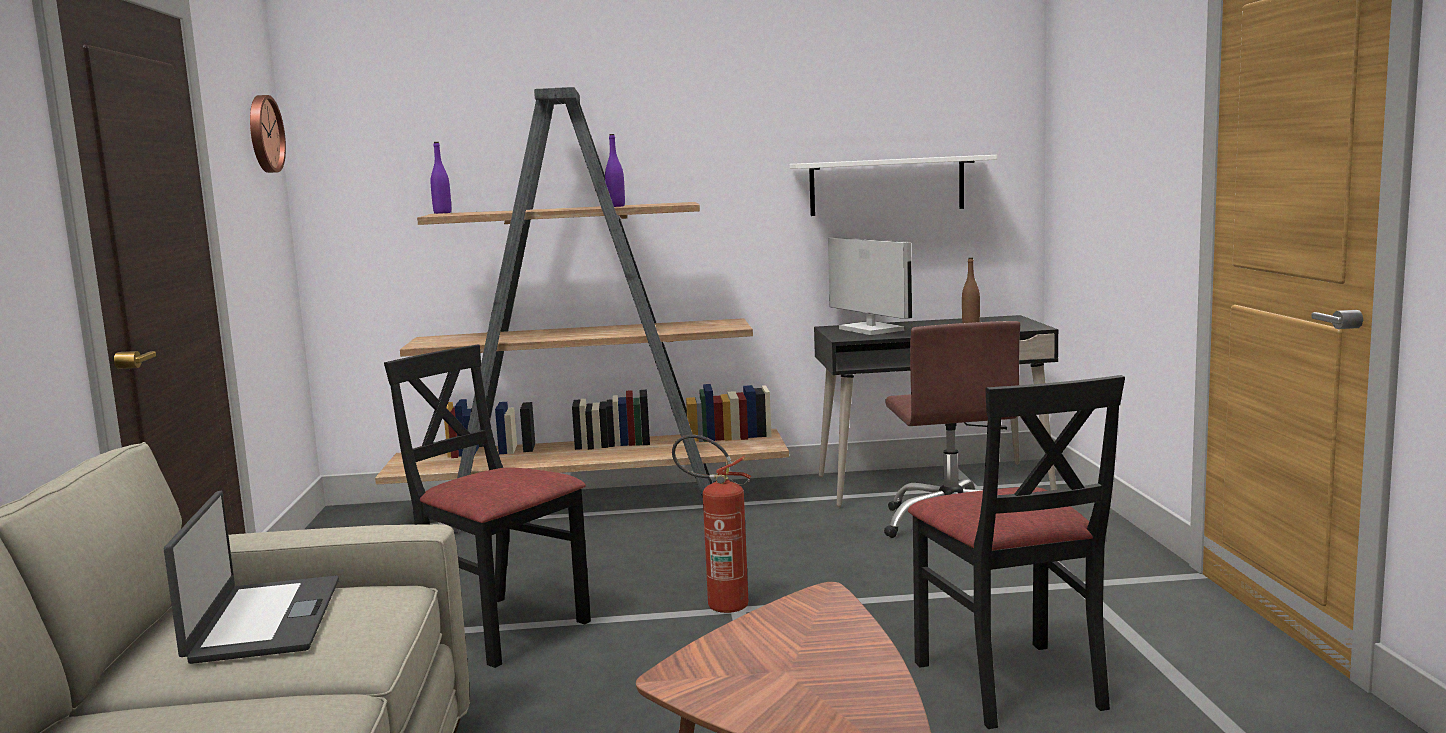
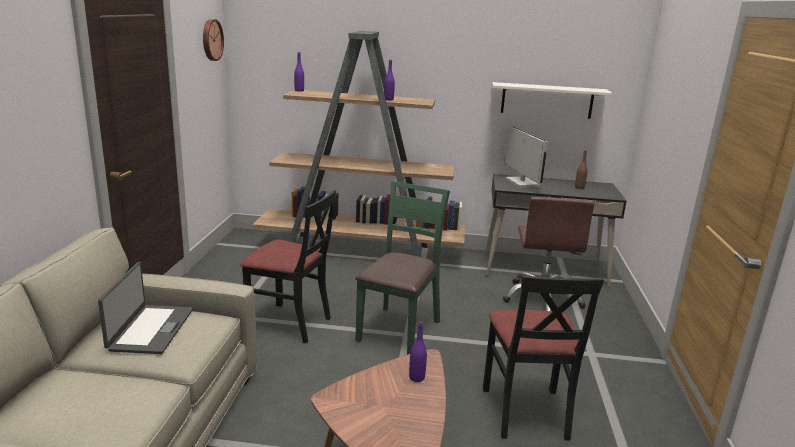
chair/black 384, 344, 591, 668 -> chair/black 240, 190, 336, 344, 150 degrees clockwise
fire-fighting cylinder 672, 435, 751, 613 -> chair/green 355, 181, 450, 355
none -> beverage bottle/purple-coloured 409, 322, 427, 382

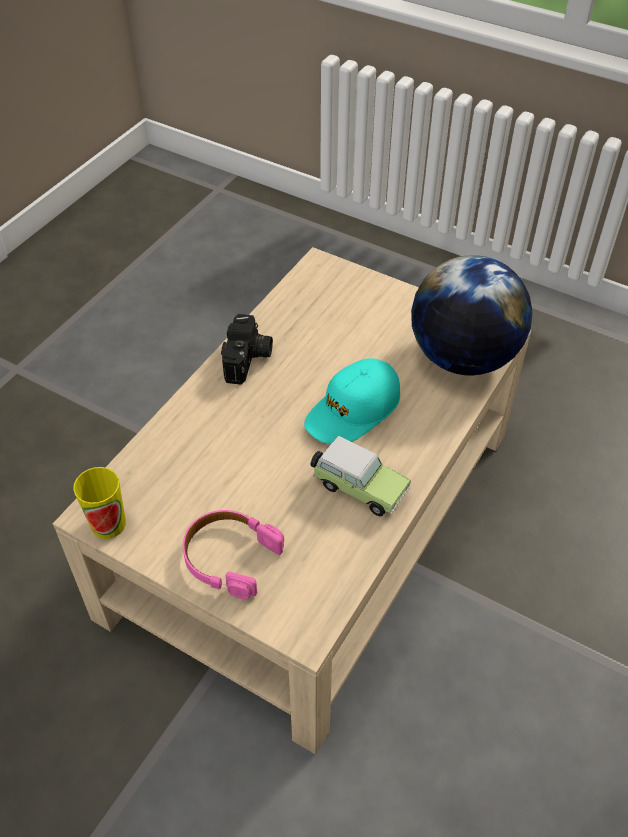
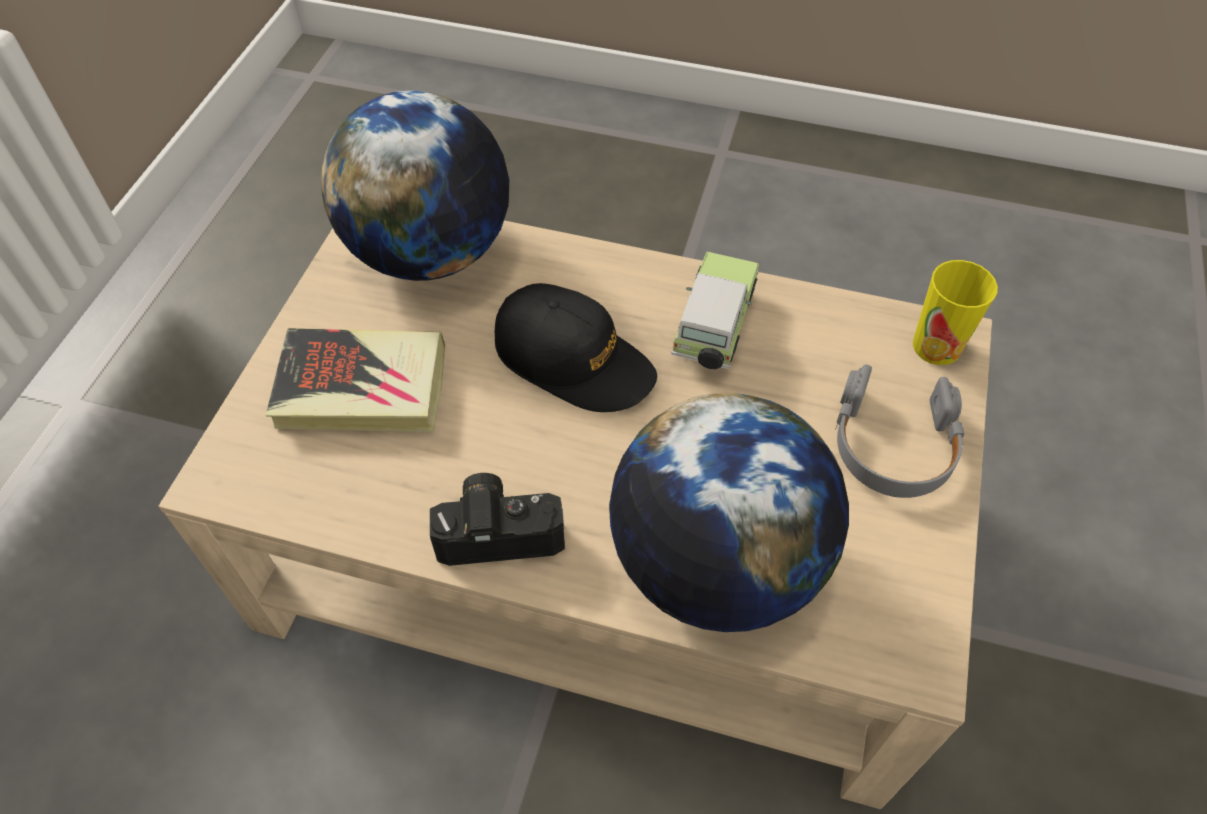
none -> book 266, 328, 446, 432
cap/turquoise 304, 358, 400, 444 -> cap/black 495, 283, 657, 412
none -> world globe 609, 393, 849, 632
pair of headphones/pink 183, 510, 284, 599 -> pair of headphones/greyish 835, 364, 964, 498
cup 73, 467, 126, 539 -> cup 913, 260, 998, 365, move

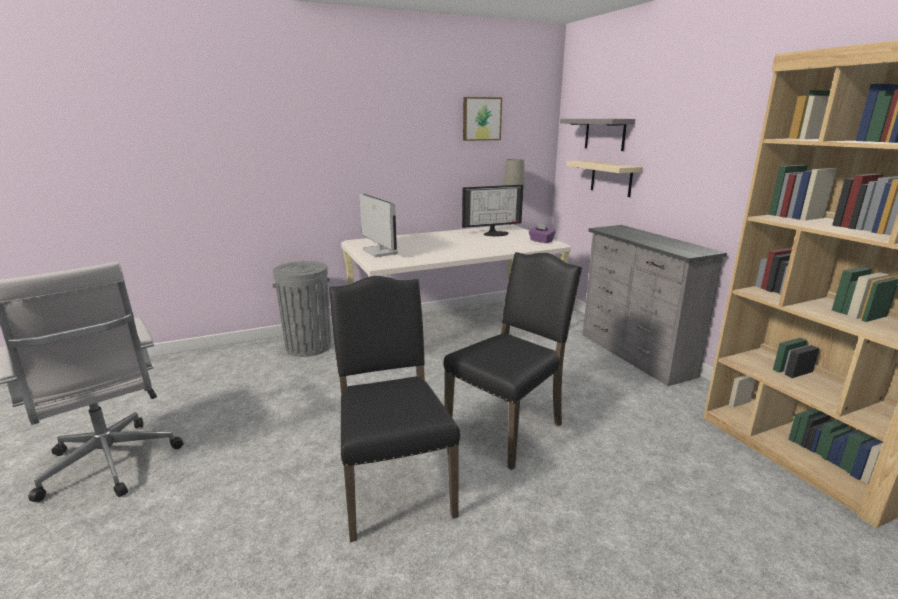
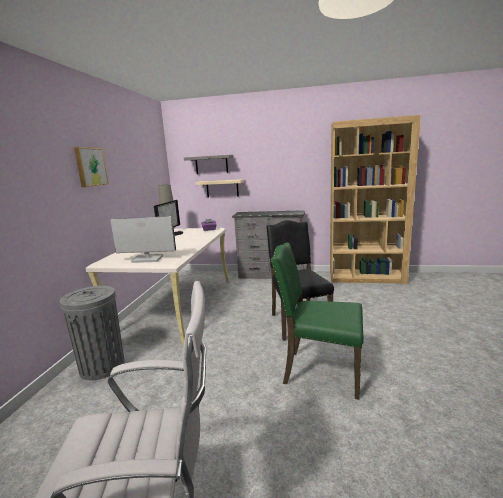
picture 463, 97, 502, 141 -> picture 74, 147, 109, 187, move
chair/black 329, 276, 460, 542 -> chair/green 270, 243, 364, 400

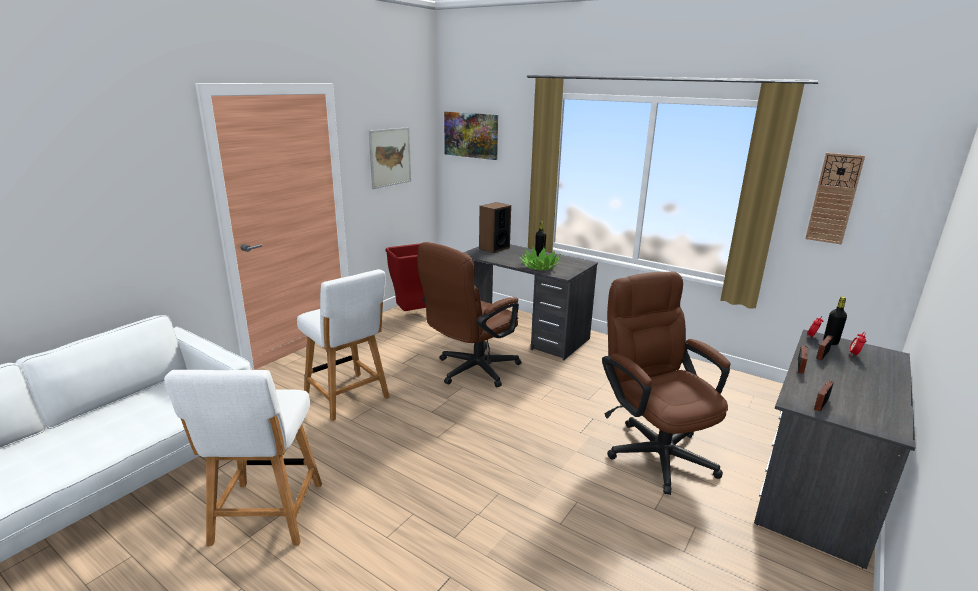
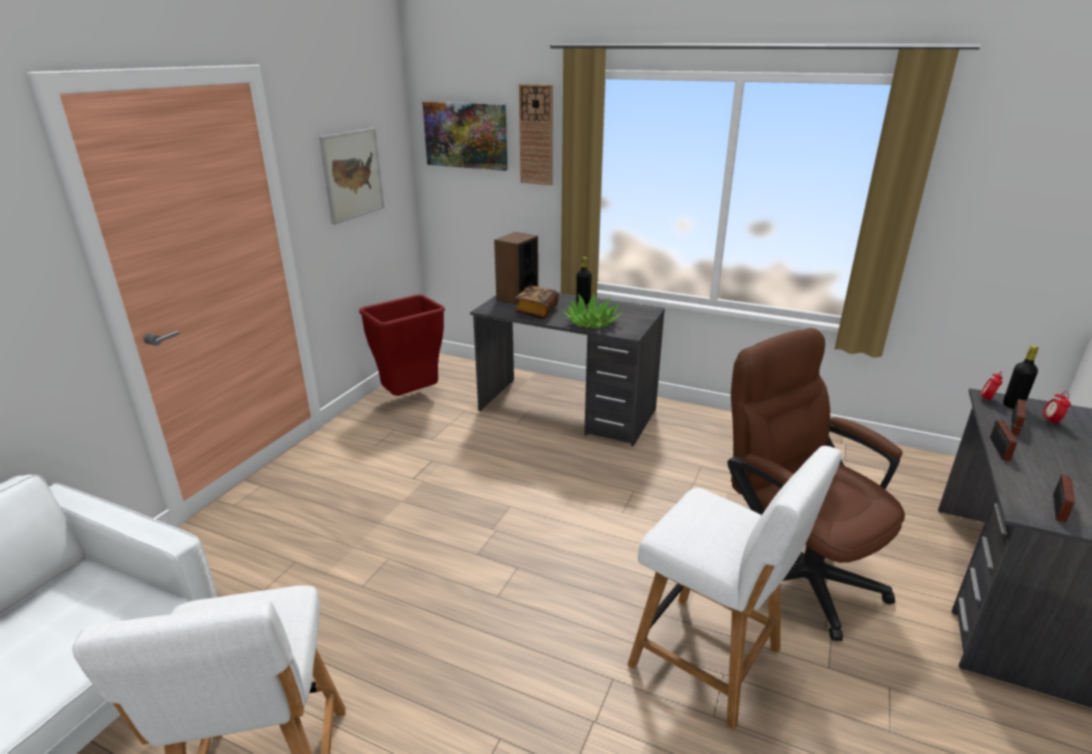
none -> book 514, 286, 559, 319
clock on the wall 805, 153, 865, 244 -> clock on the wall 519, 84, 553, 185, move
chair/whitish 297, 269, 390, 421 -> chair/whitish 628, 446, 842, 730, move
computer chair/brown-coloured 417, 242, 522, 387 -> none

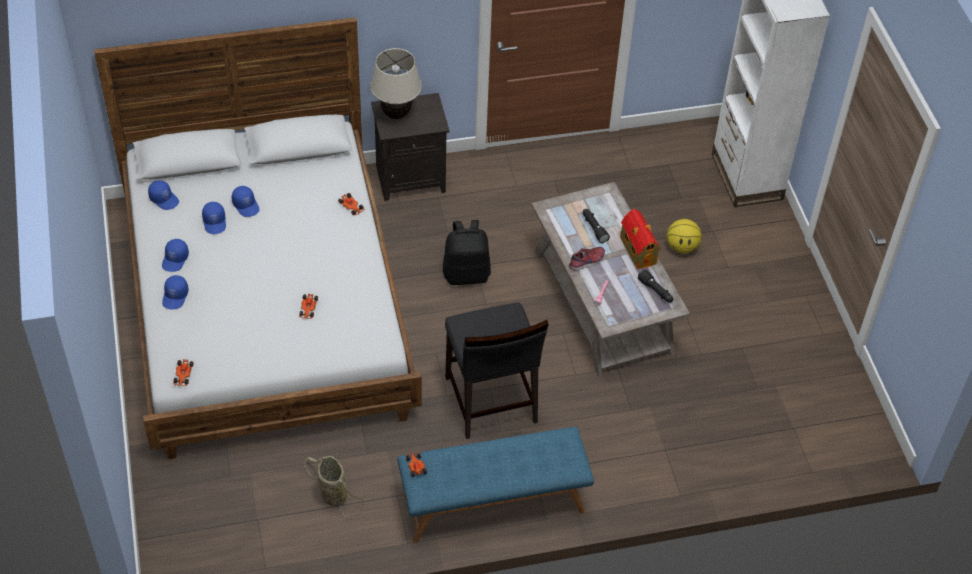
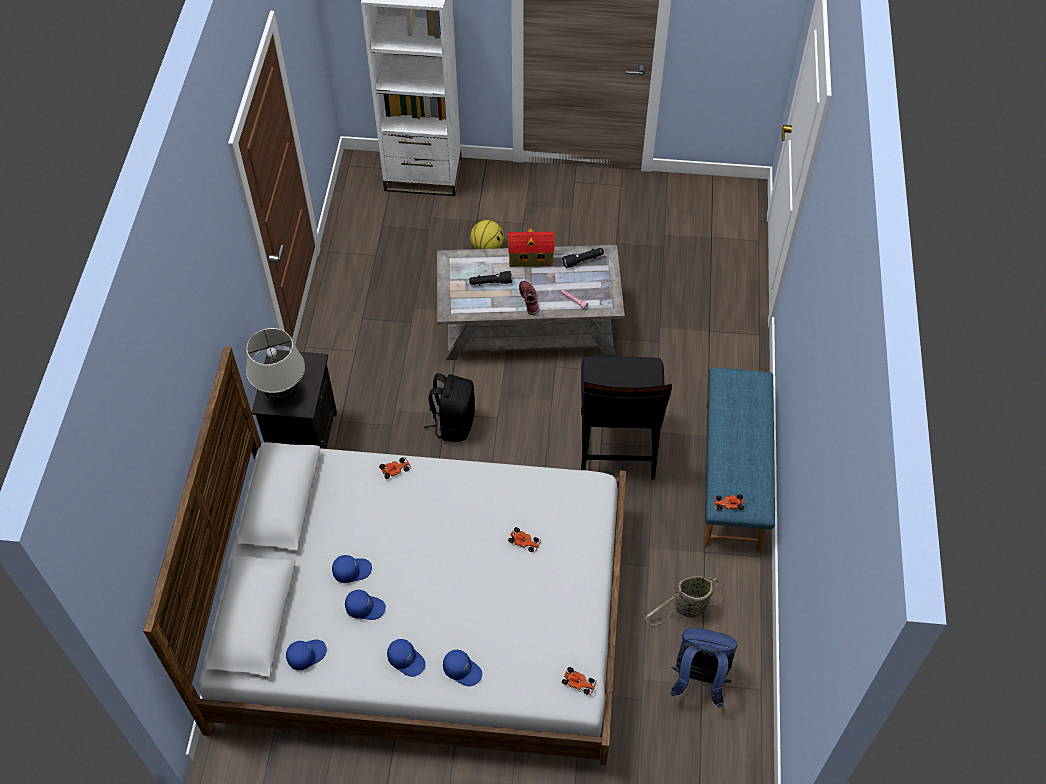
chair/black 445, 302, 549, 439 -> chair/black 581, 356, 672, 480, 90 degrees clockwise
none -> backpack/bluish 670, 627, 737, 708

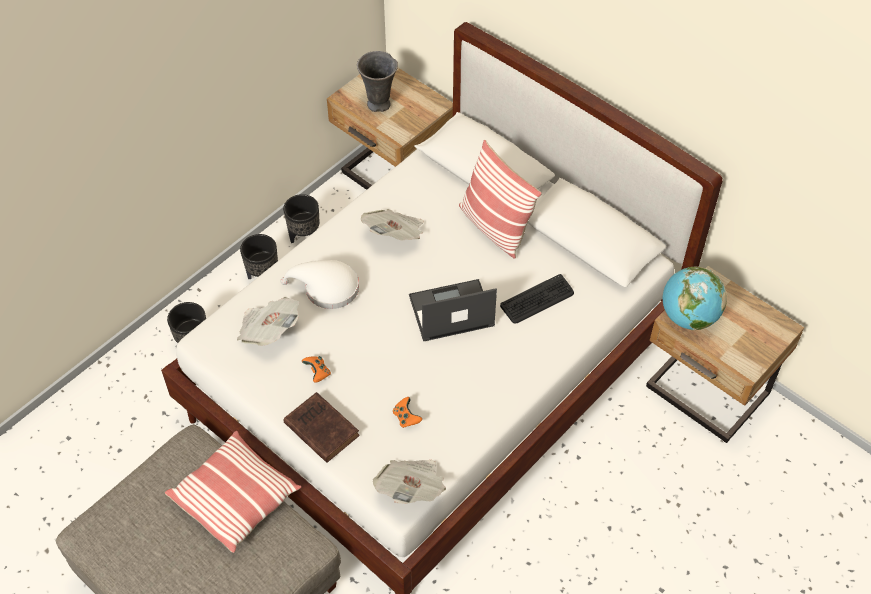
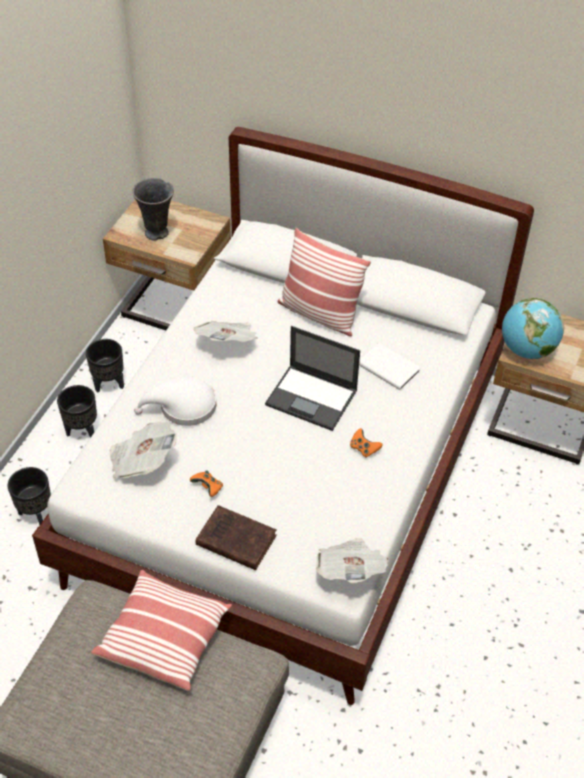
laptop 409, 279, 497, 341 -> laptop 265, 326, 360, 431, 120 degrees counterclockwise
game controller/orange 393, 397, 422, 428 -> game controller/orange 350, 428, 383, 458, move
computer keyboard 500, 274, 574, 323 -> book/whitish 359, 343, 421, 391

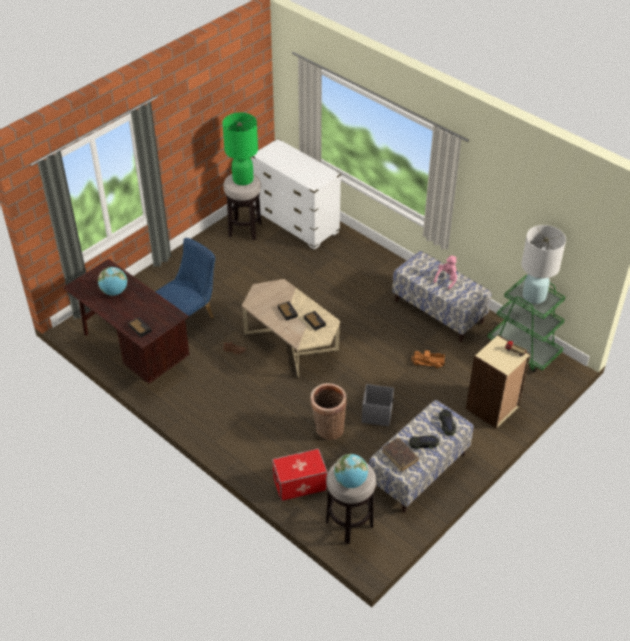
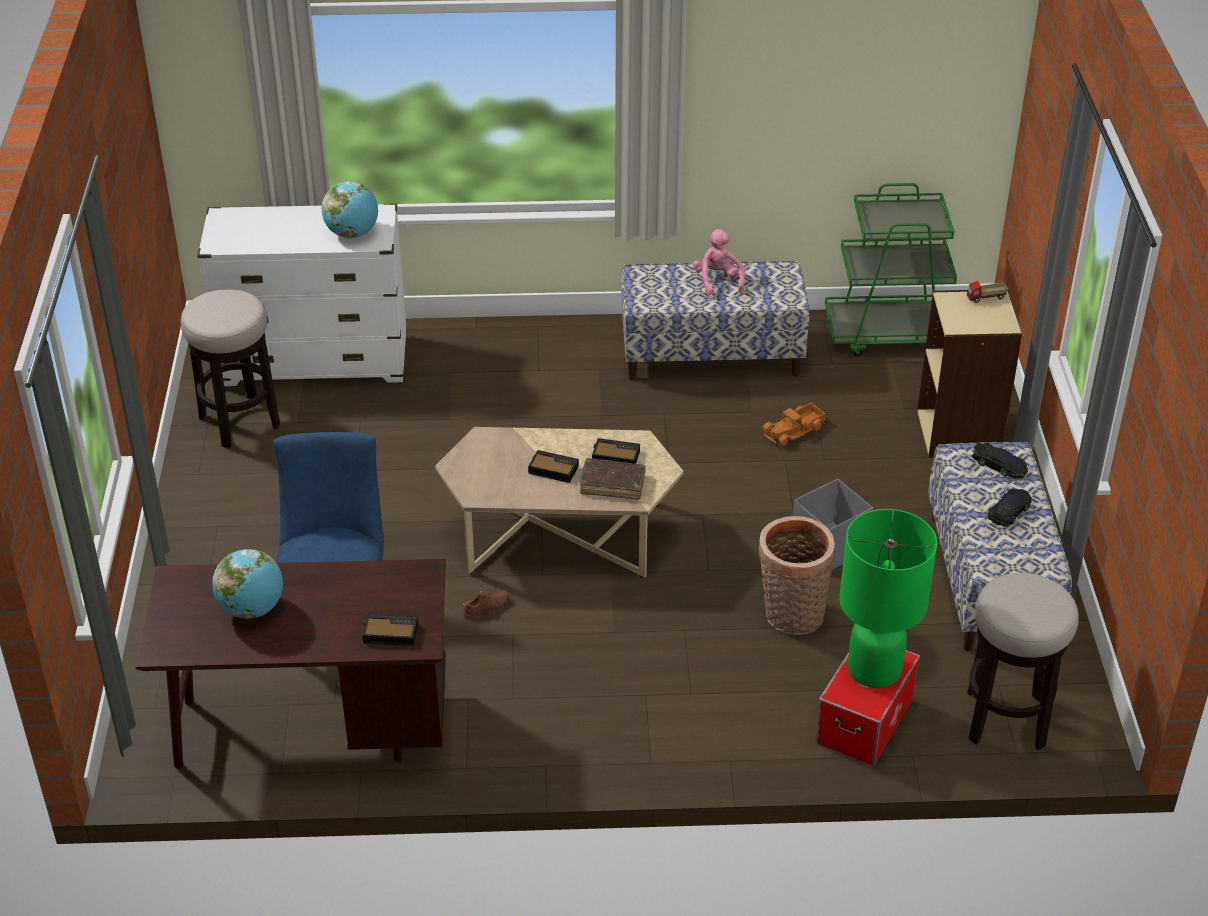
world globe 334, 454, 368, 488 -> world globe 321, 181, 378, 238, move
book/brown-coloured 382, 438, 419, 472 -> book/brown-coloured 580, 458, 646, 500, move
tabletop lamp/green 222, 112, 258, 185 -> tabletop lamp/green 839, 509, 937, 688, move
tabletop lamp/whitish 521, 225, 566, 304 -> none

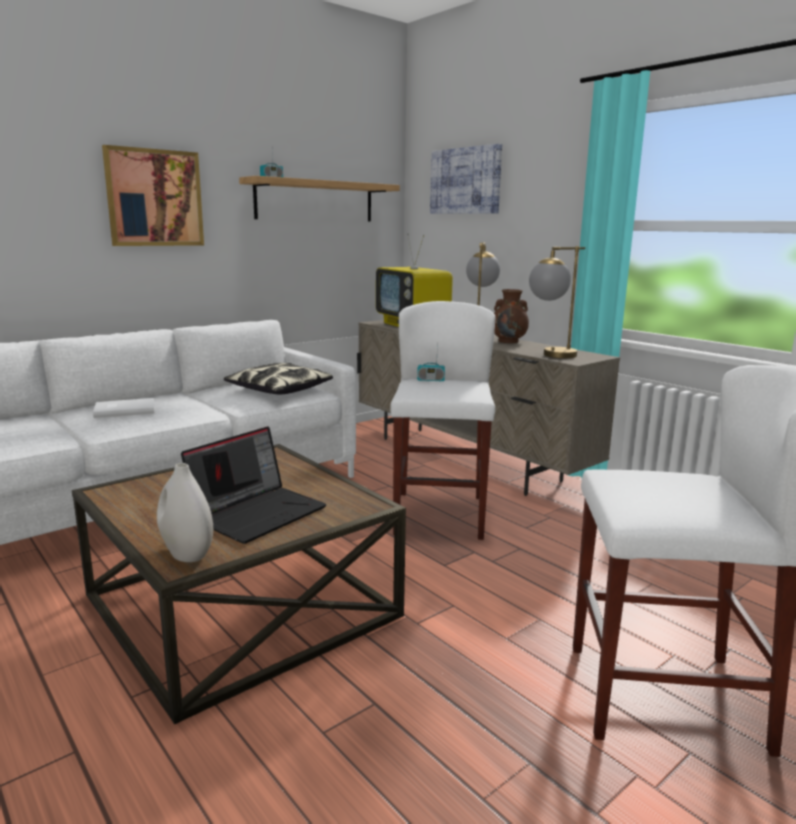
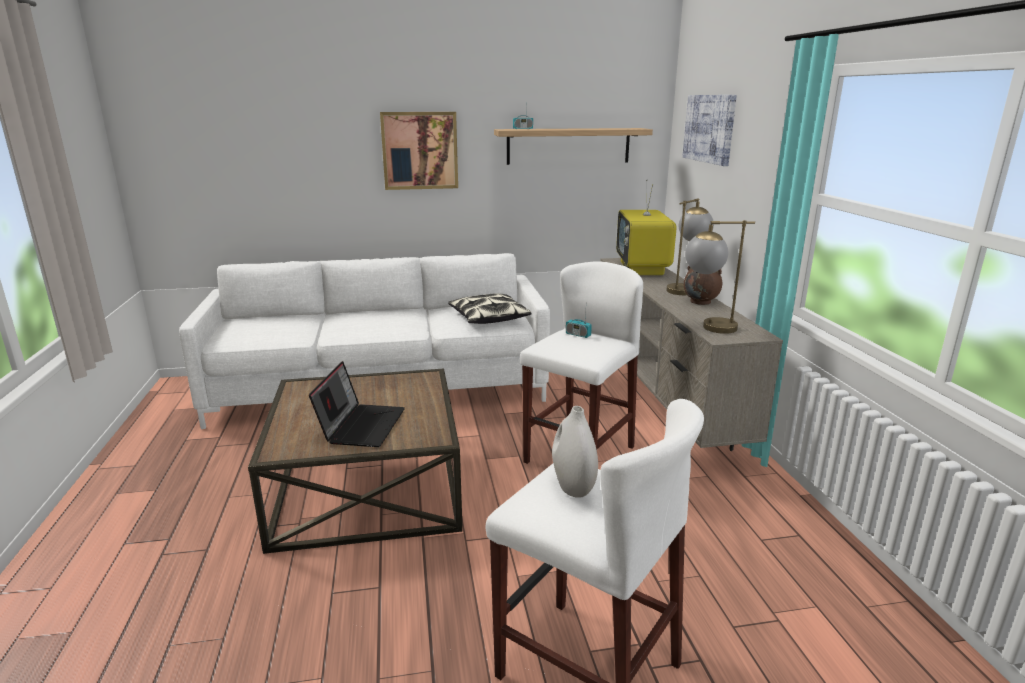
laptop 181, 426, 327, 544 -> laptop 309, 361, 405, 447, 60 degrees counterclockwise
decorative vase/whitish 157, 463, 213, 562 -> decorative vase/whitish 552, 406, 598, 498, move
book/whitish 93, 398, 155, 418 -> none

